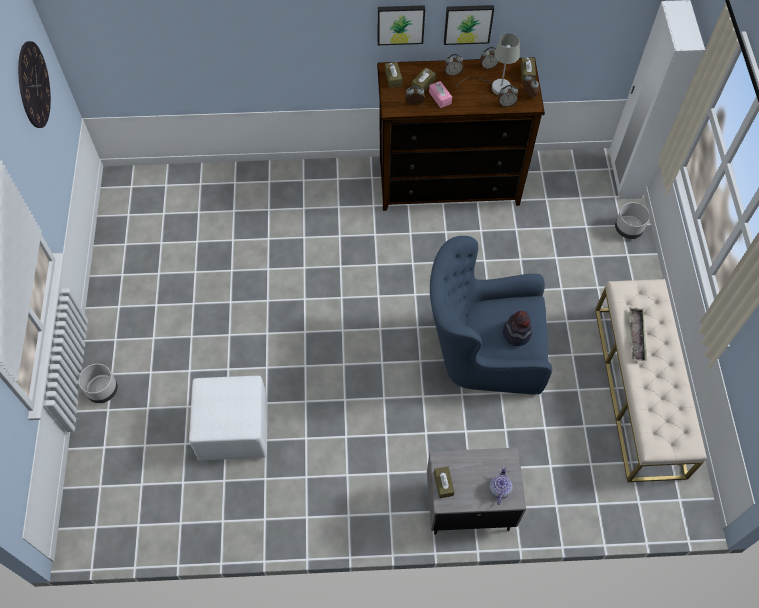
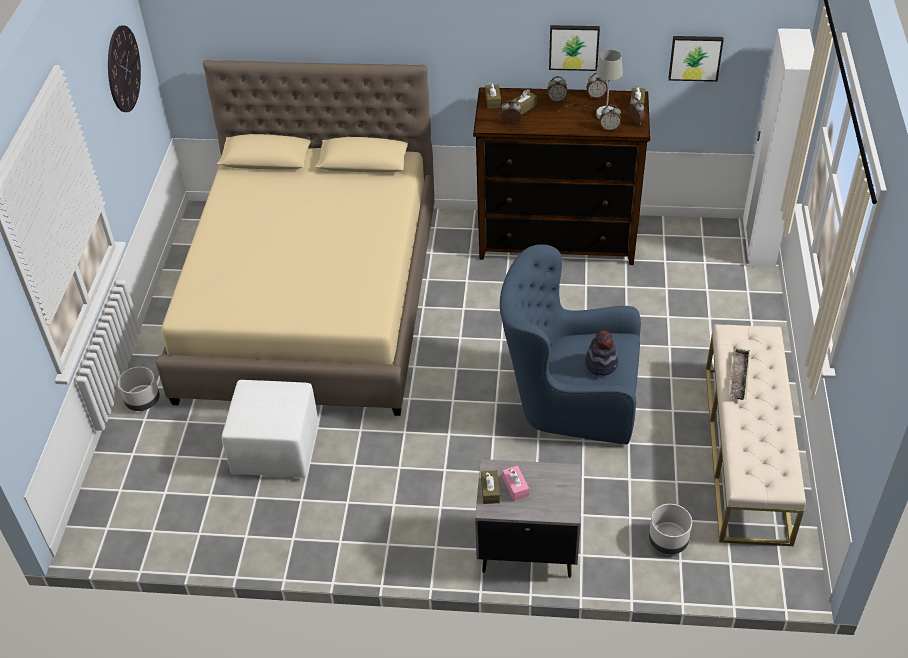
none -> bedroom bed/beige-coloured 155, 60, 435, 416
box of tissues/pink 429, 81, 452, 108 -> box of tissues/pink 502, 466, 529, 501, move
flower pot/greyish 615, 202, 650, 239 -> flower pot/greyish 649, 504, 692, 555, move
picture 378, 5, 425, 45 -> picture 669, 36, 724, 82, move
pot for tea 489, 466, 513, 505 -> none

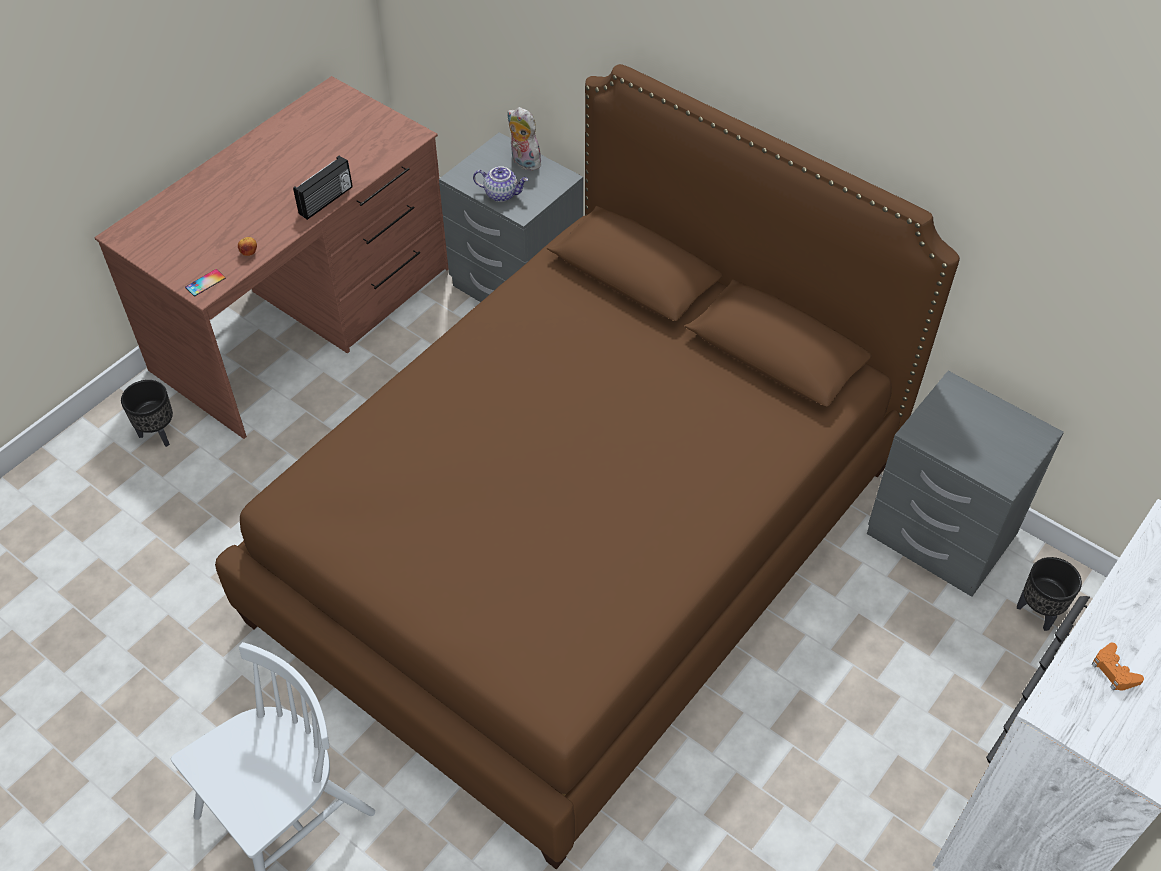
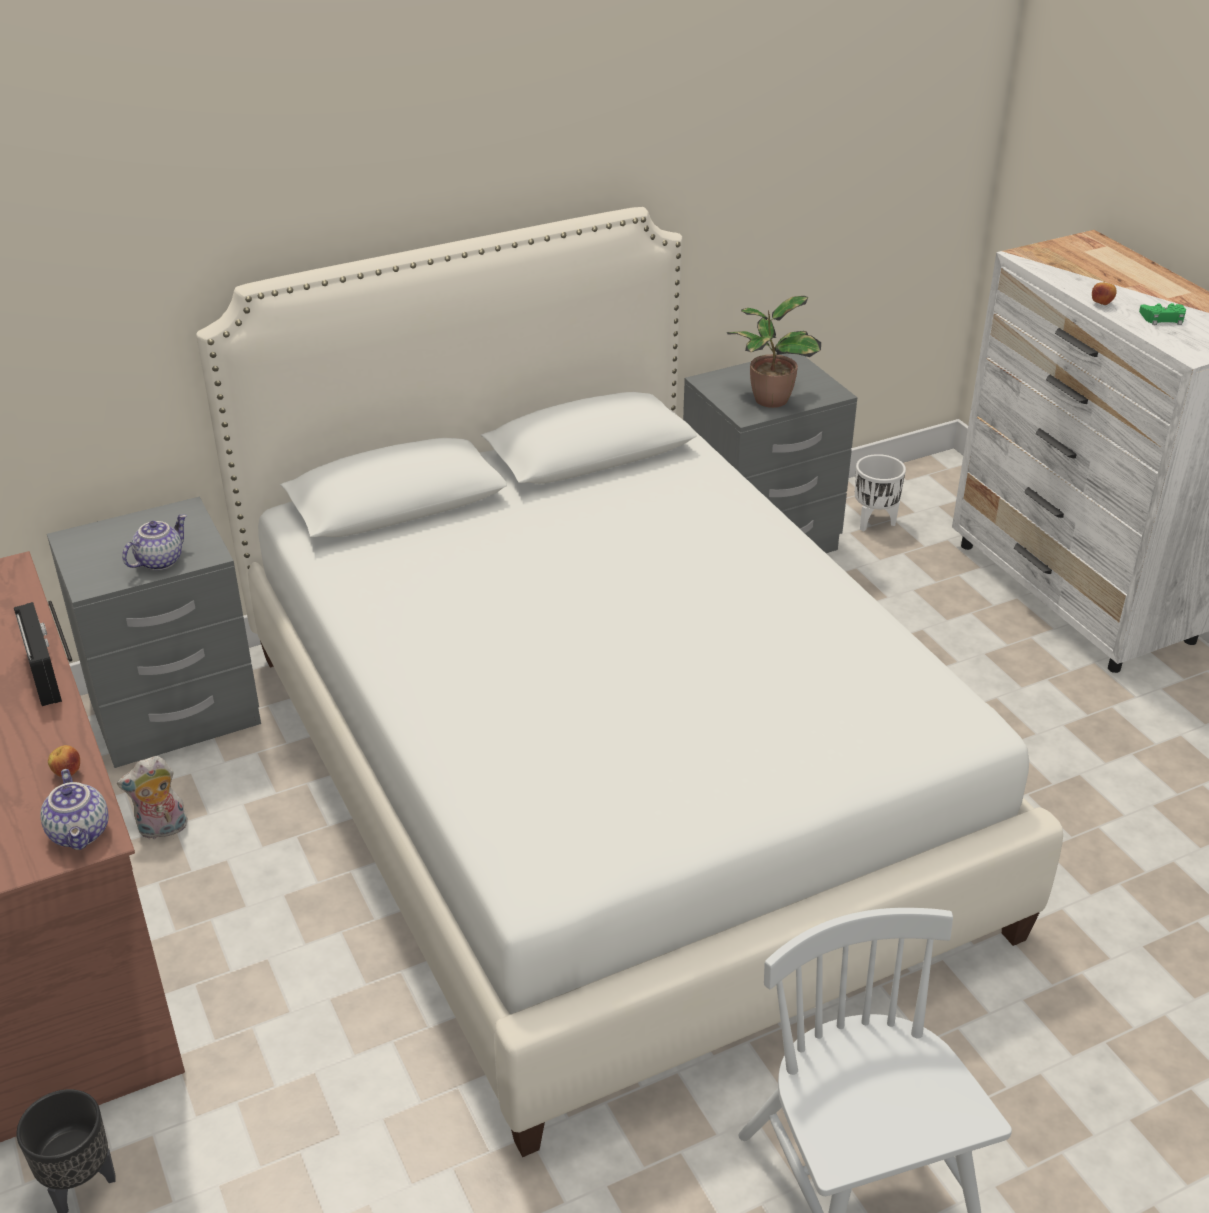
phone 185, 269, 225, 296 -> pot for tea 40, 769, 108, 850
soft toy 507, 107, 541, 171 -> soft toy 117, 756, 188, 839, move
bedroom bed/brown-coloured 215, 64, 960, 869 -> bedroom bed/whitish 196, 207, 1063, 1157
none -> houseplant 727, 296, 821, 408
flower pot/black 1017, 557, 1082, 631 -> flower pot/whitish 855, 454, 906, 531
none -> whole apple 1092, 282, 1117, 305
game controller/orange 1092, 642, 1144, 691 -> game controller/green 1139, 303, 1186, 325

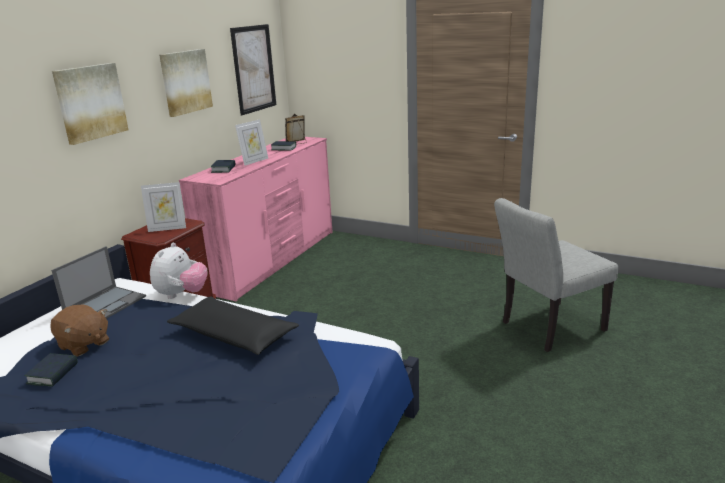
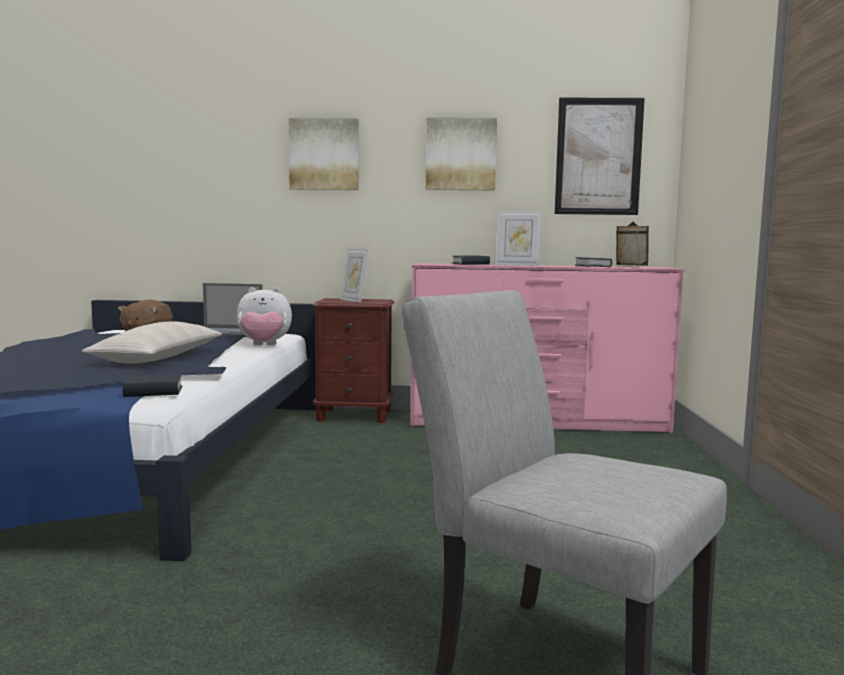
throw pillow/black 167, 296, 299, 355 -> throw pillow/beige-coloured 82, 321, 222, 363
book 24, 353, 78, 387 -> book 122, 374, 182, 397, move

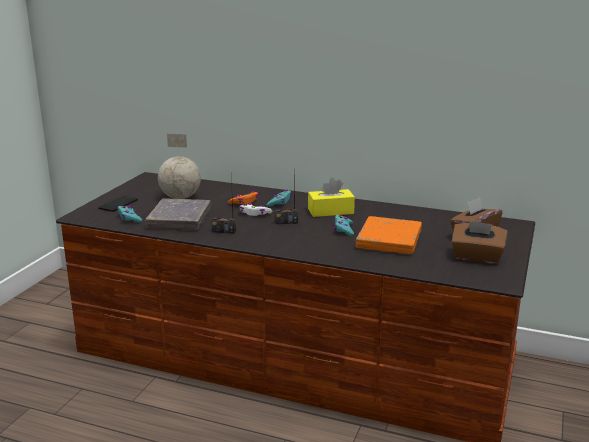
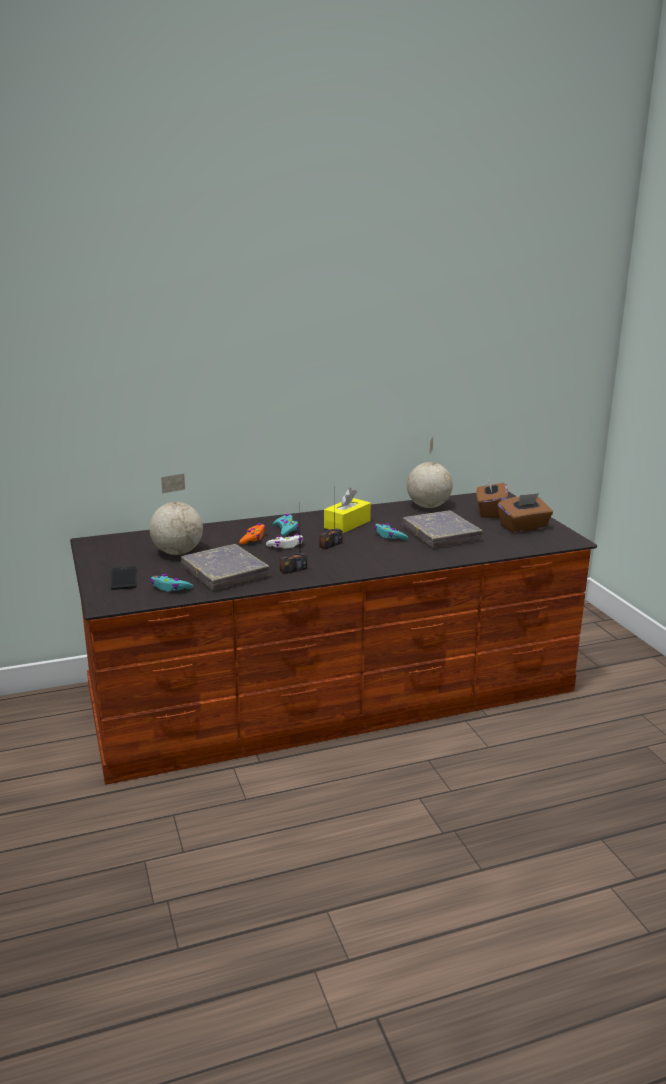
book/orange 356, 216, 422, 254 -> book/greyish 402, 510, 483, 548
none -> world globe 407, 437, 453, 508

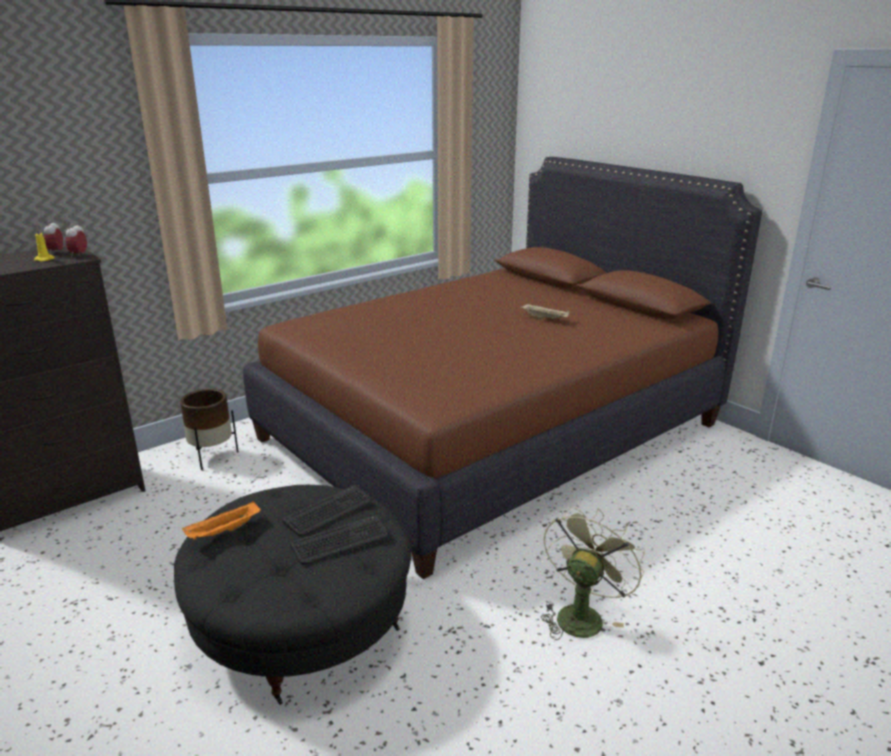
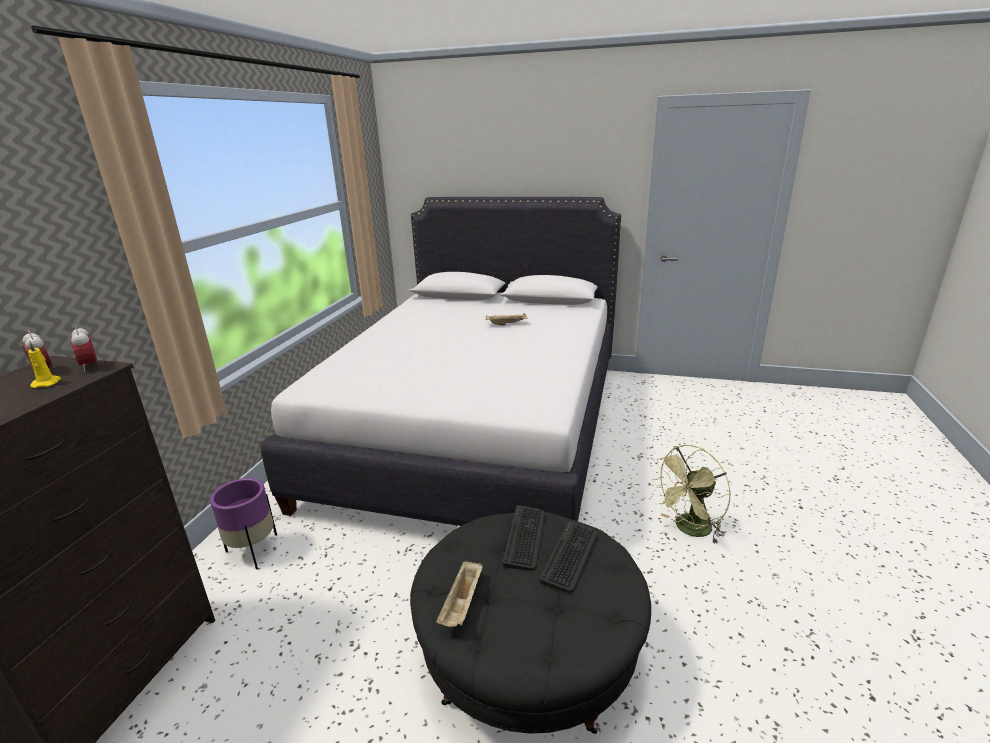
flower pot/brown-coloured 180, 389, 238, 470 -> flower pot/purple-coloured 210, 478, 277, 569
bedroom bed/brown-coloured 243, 157, 762, 579 -> bedroom bed/whitish 260, 197, 621, 526
carrying tray/orange 182, 501, 260, 540 -> carrying tray/beige-coloured 436, 560, 483, 627
electric fan/green 541, 506, 645, 640 -> electric fan/green 652, 445, 731, 544, 120 degrees counterclockwise

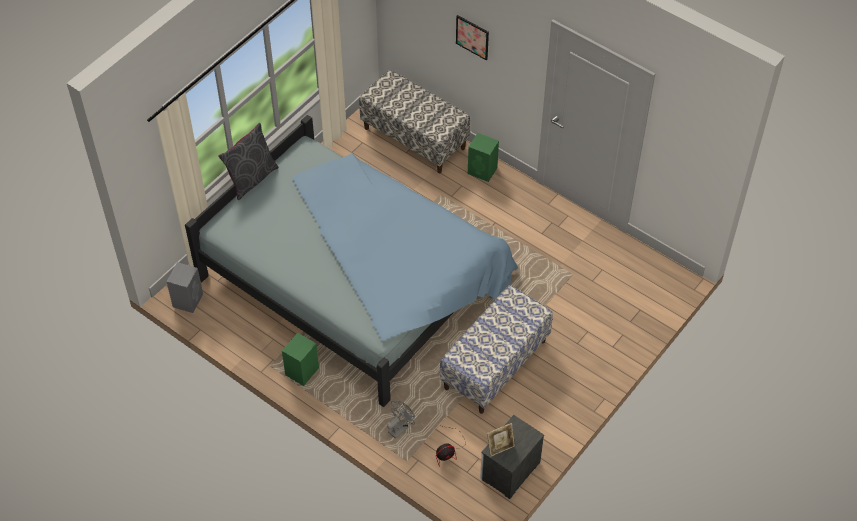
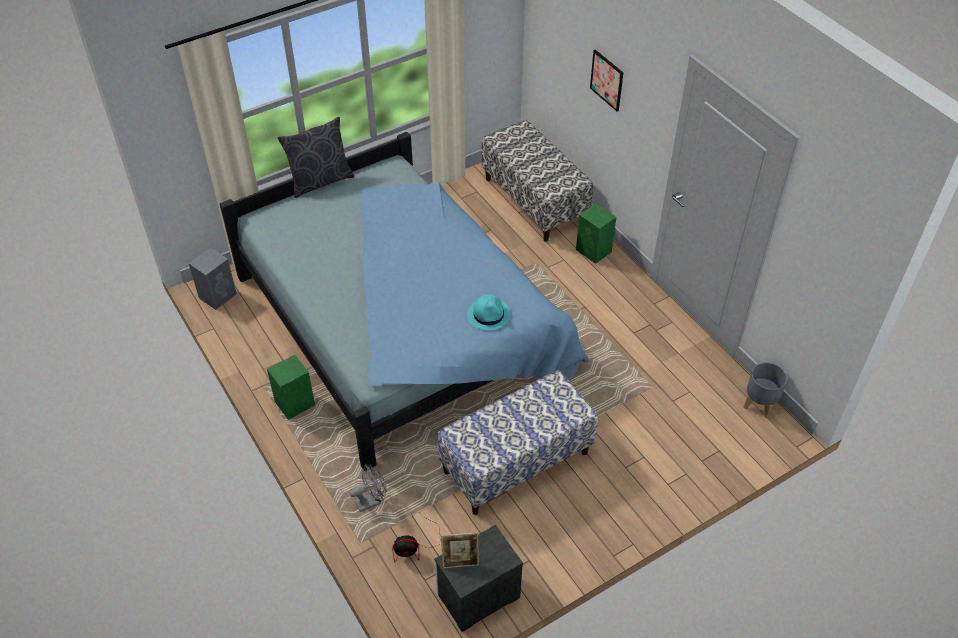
none -> clothing hat/turquoise 467, 294, 510, 331
none -> flower pot/greyish 744, 362, 787, 418

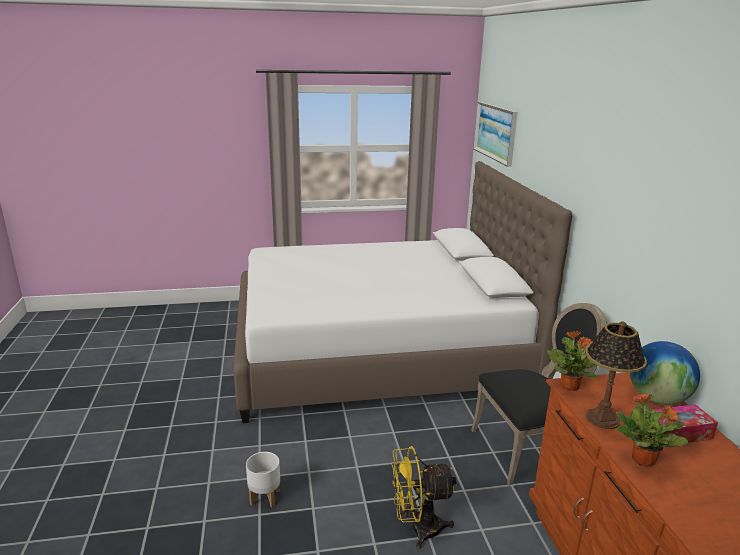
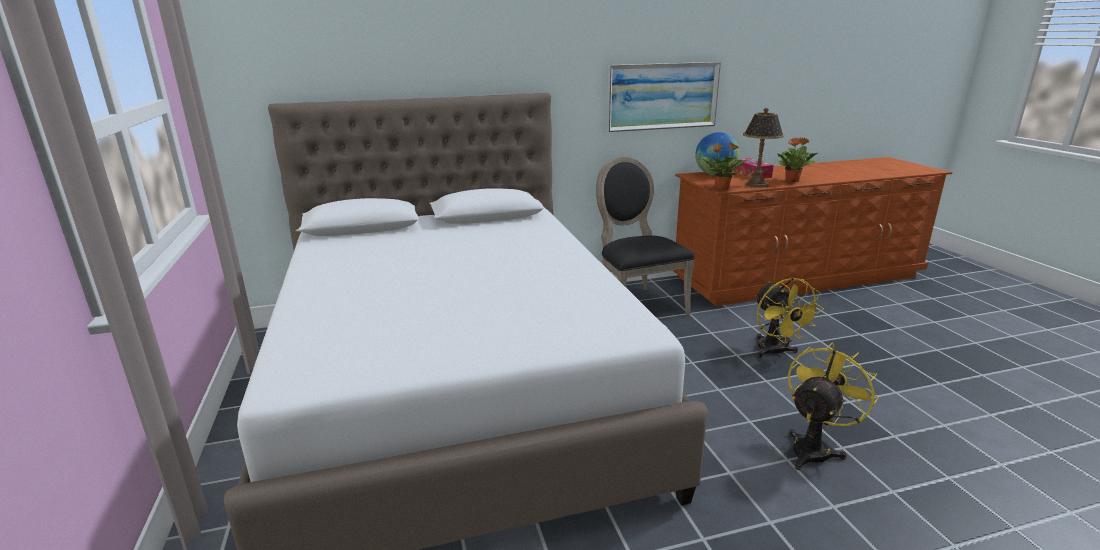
picture 473, 102, 518, 167 -> picture 607, 62, 721, 132, move
flower pot/whitish 246, 452, 280, 508 -> electric fan/yellow 788, 343, 879, 470

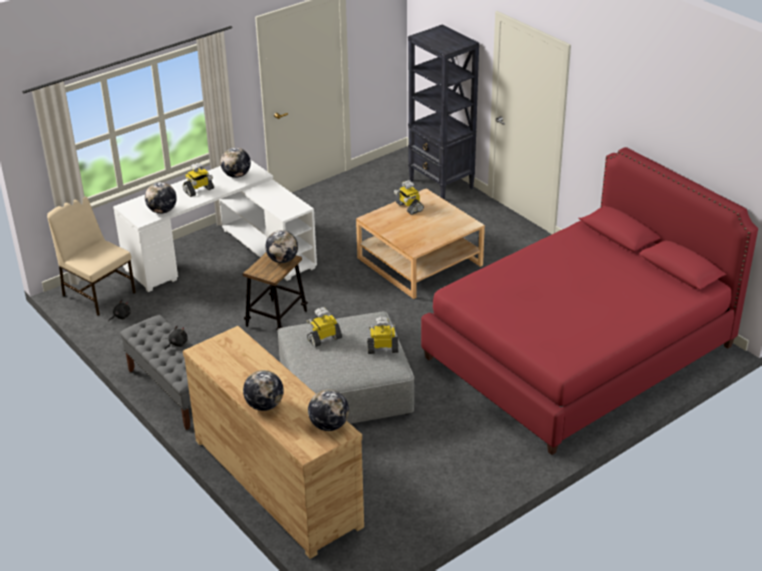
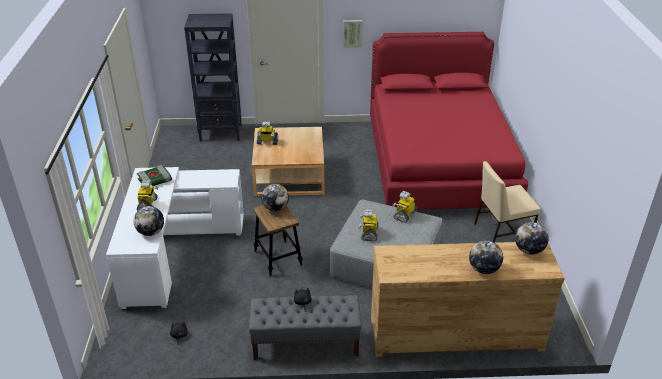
world globe 221, 147, 251, 178 -> book 137, 165, 172, 186
none -> picture 343, 20, 362, 48
chair/beige-coloured 47, 196, 136, 316 -> chair/beige-coloured 474, 161, 541, 243, move

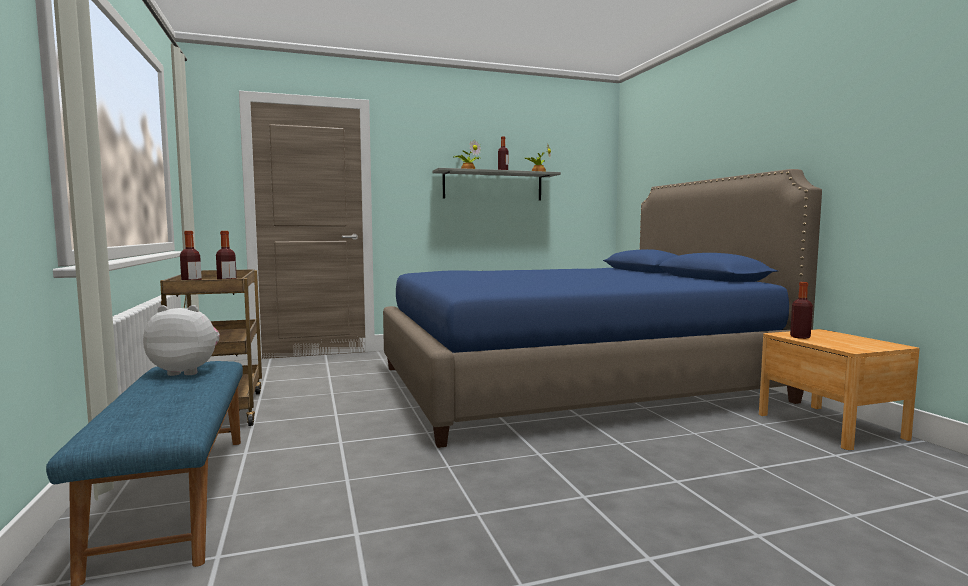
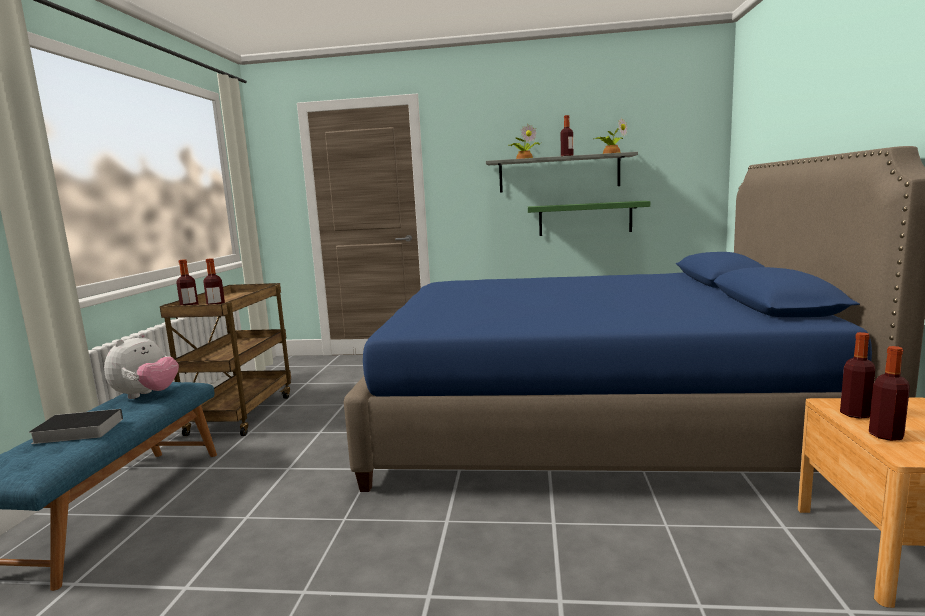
none -> book 29, 409, 123, 444
soft toy 143, 305, 220, 376 -> soft toy 104, 333, 179, 399, 90 degrees clockwise
none -> bracket shelf/green 528, 201, 650, 236
none -> beverage bottle 869, 346, 910, 441

